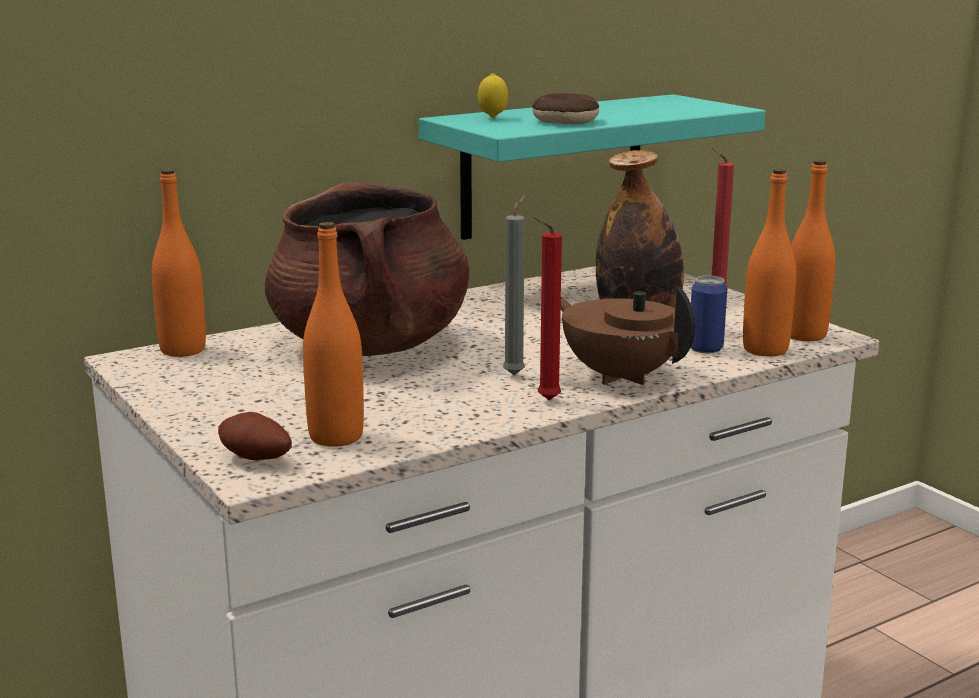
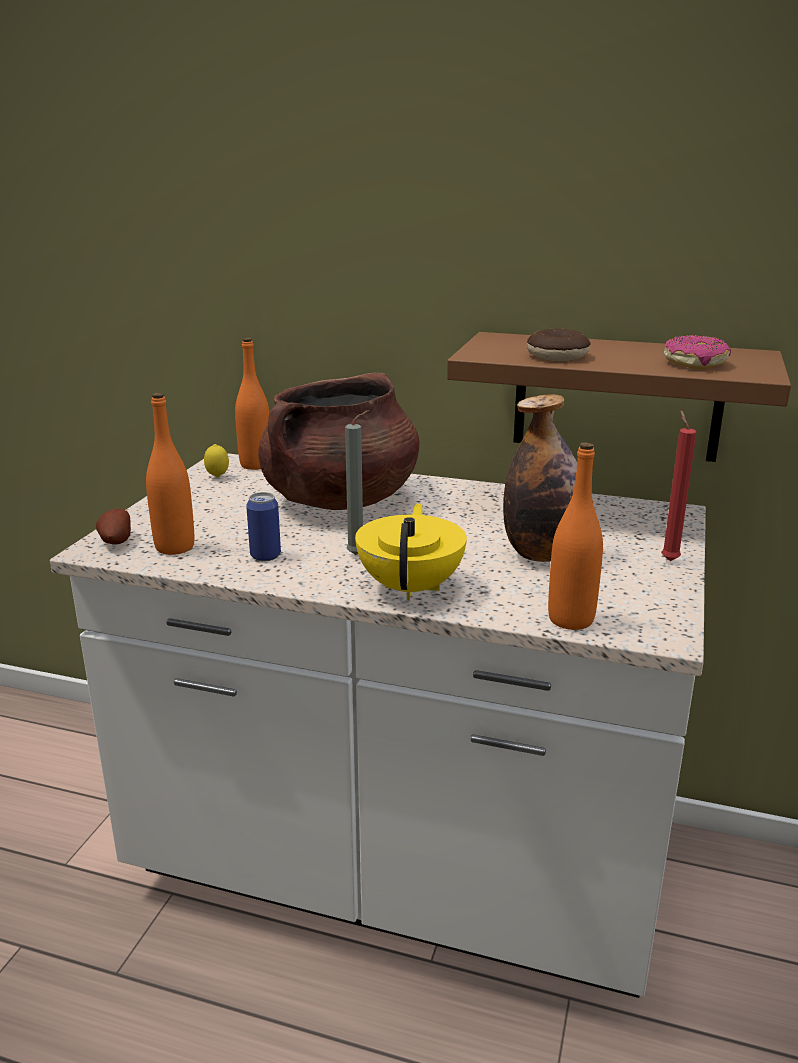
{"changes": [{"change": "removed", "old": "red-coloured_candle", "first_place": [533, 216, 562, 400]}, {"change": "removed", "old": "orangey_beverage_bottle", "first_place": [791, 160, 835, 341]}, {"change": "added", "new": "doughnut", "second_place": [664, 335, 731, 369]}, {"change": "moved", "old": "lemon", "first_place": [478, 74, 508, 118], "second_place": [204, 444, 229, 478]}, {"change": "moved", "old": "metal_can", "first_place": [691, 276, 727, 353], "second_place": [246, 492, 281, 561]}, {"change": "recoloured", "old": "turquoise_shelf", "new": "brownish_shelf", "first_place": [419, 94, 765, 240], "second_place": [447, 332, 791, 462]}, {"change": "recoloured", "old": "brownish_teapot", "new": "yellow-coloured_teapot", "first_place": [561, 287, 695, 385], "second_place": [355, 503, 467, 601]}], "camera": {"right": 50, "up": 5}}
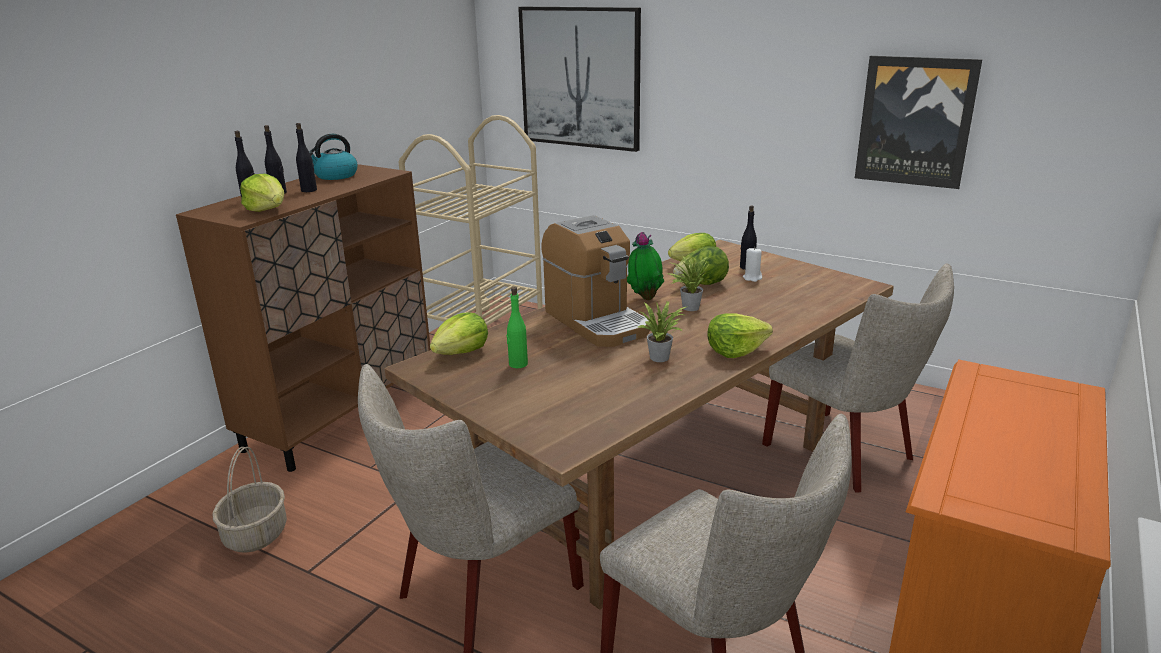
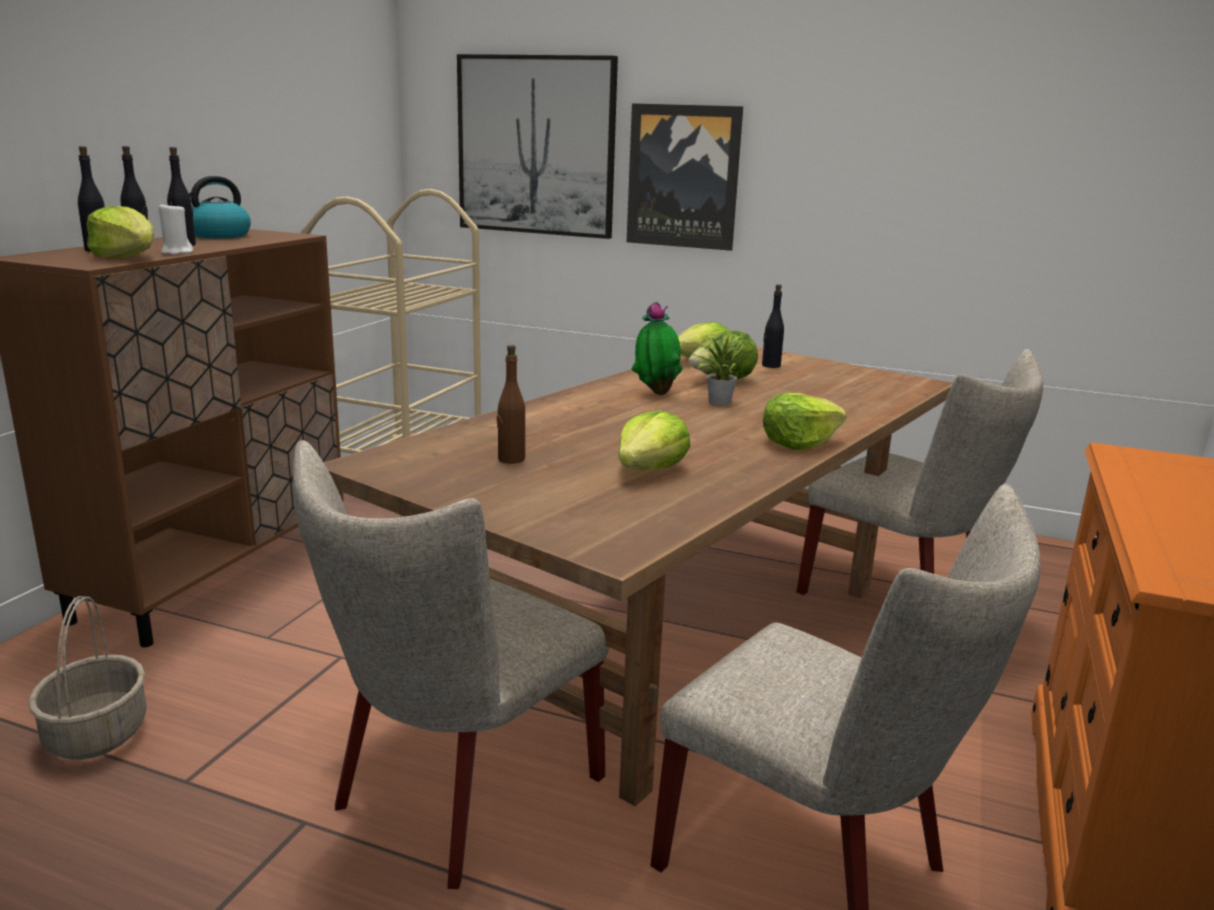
{"changes": [{"change": "removed", "old": "coffee_machine", "first_place": [541, 215, 650, 347]}, {"change": "removed", "old": "plant_in_a_pot", "first_place": [638, 300, 688, 362]}, {"change": "moved", "old": "lettuce", "first_place": [430, 312, 488, 355], "second_place": [618, 410, 691, 470]}, {"change": "moved", "old": "white_candle", "first_place": [743, 248, 762, 282], "second_place": [159, 202, 193, 255]}, {"change": "moved", "old": "picture", "first_place": [855, 56, 982, 189], "second_place": [627, 103, 743, 251]}, {"change": "recoloured", "old": "green-coloured_beverage_bottle", "new": "brownish_beverage_bottle", "first_place": [506, 287, 528, 368], "second_place": [497, 345, 525, 464]}], "camera": {"right": -10, "up": -5}}
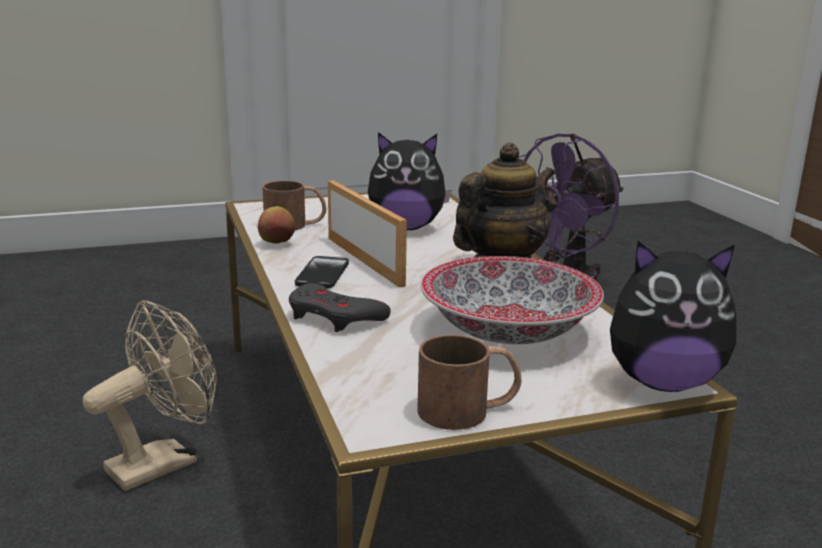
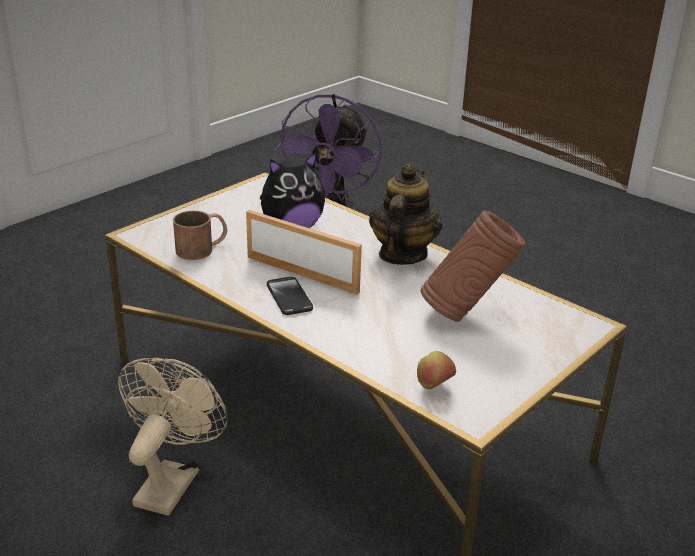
{"changes": [{"change": "removed", "old": "greyish_game_controller", "first_place": [289, 283, 391, 332]}, {"change": "removed", "old": "brownish_tea_mug", "first_place": [417, 335, 521, 430]}, {"change": "removed", "old": "cuddly_toy", "first_place": [610, 241, 736, 392]}, {"change": "moved", "old": "apple_fruit", "first_place": [258, 206, 295, 243], "second_place": [417, 351, 456, 389]}, {"change": "replaced", "old": "deep_dish", "new": "brownish_decorative_vase", "first_place": [421, 256, 604, 344], "second_place": [421, 211, 525, 322]}], "camera": {"right": -30, "up": 10}}
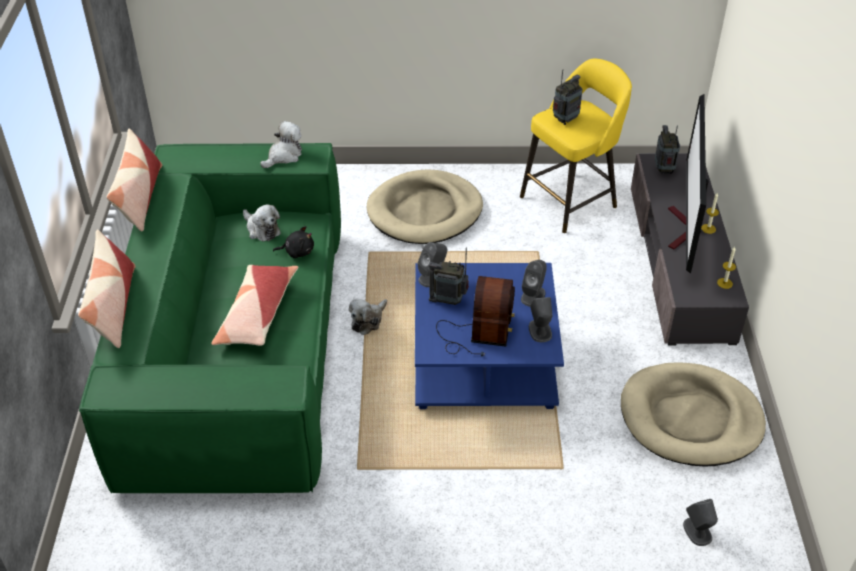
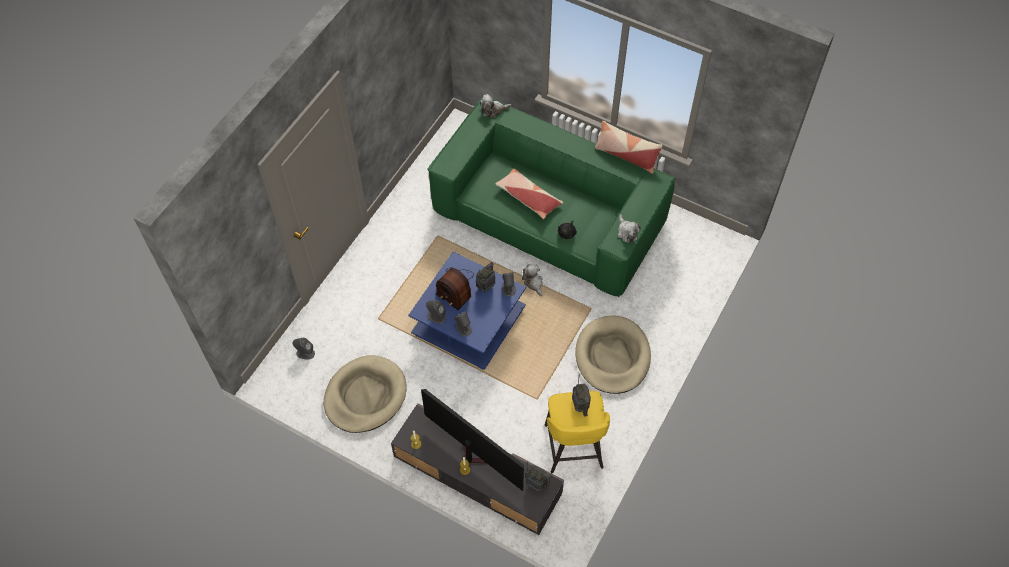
{"changes": [{"change": "removed", "old": "throw_pillow", "first_place": [78, 230, 136, 348]}, {"change": "moved", "old": "cuddly_toy", "first_place": [243, 204, 281, 241], "second_place": [480, 94, 511, 118]}], "camera": {"right": 120, "up": 15}}
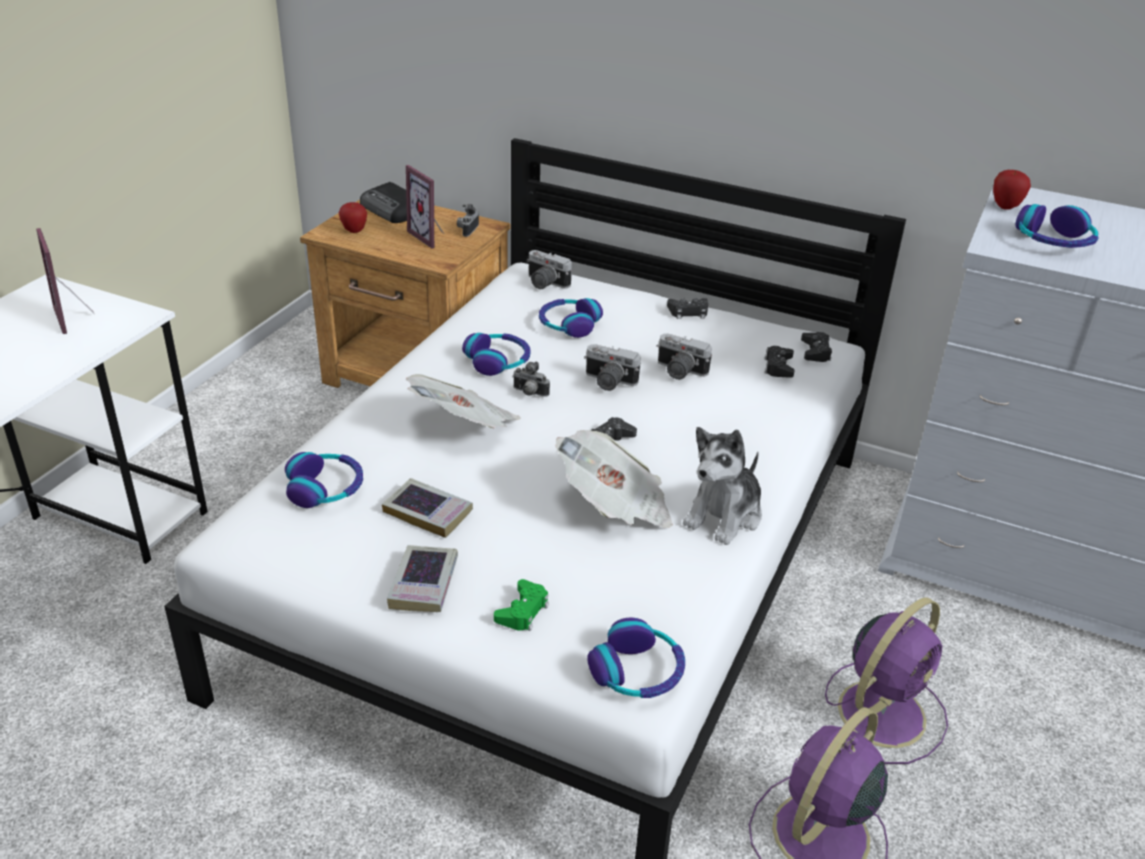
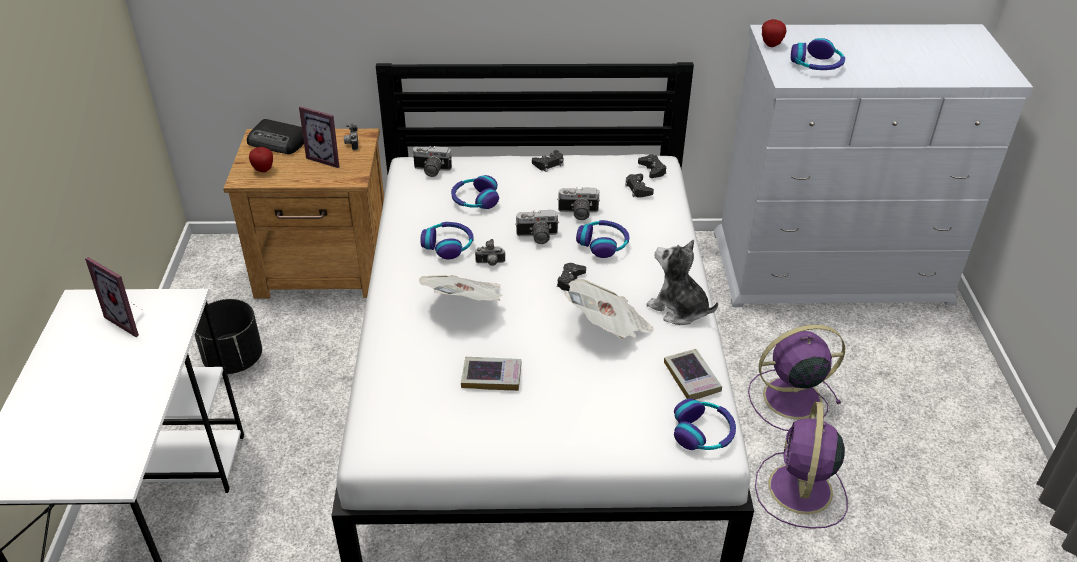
{"changes": [{"change": "removed", "old": "green-coloured_game_controller", "first_place": [494, 579, 549, 631]}, {"change": "added", "new": "black-coloured_planter", "second_place": [195, 299, 262, 374]}, {"change": "moved", "old": "headphones", "first_place": [285, 452, 363, 508], "second_place": [576, 220, 629, 258]}, {"change": "moved", "old": "volume", "first_place": [387, 545, 458, 612], "second_place": [664, 349, 722, 400]}, {"change": "turned", "old": "cuddly_toy", "first_place": [683, 427, 762, 545], "second_place": [647, 240, 718, 325], "degrees": 120}, {"change": "turned", "old": "purple-coloured_fan", "first_place": [825, 598, 948, 764], "second_place": [748, 325, 845, 431], "degrees": -120}], "camera": {"right": -25, "up": 5}}
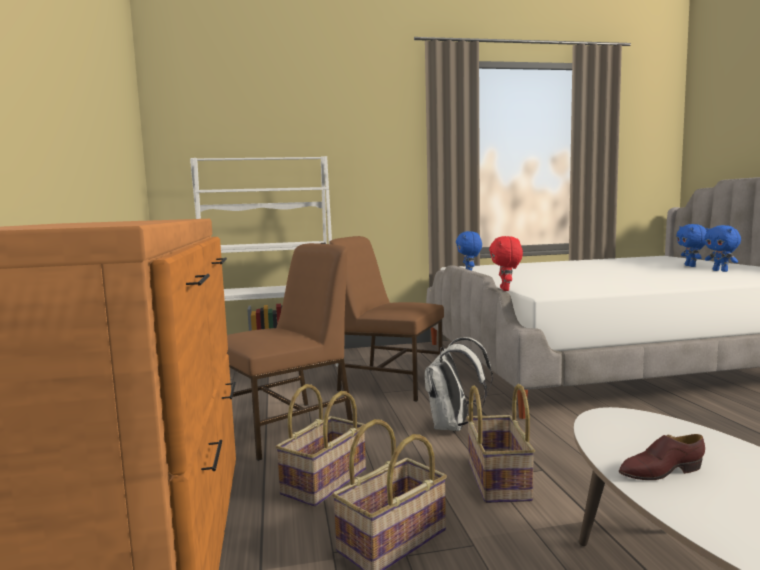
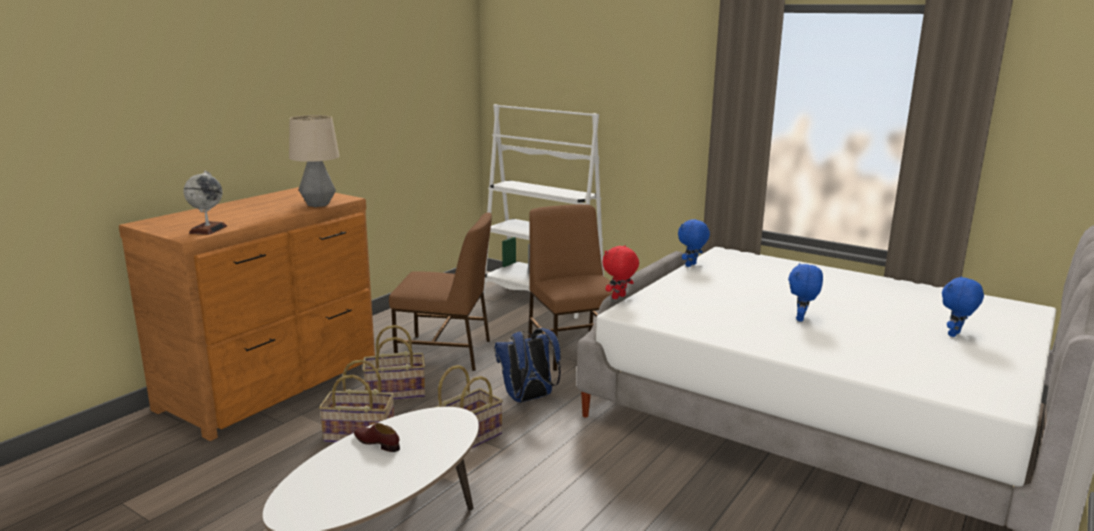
{"changes": [{"change": "added", "new": "globe", "second_place": [184, 171, 227, 235]}, {"change": "added", "new": "lamp_for_a_table", "second_place": [289, 115, 339, 207]}, {"change": "moved", "old": "blue_cuddly_toy", "first_place": [704, 225, 741, 272], "second_place": [788, 263, 823, 322]}, {"change": "recoloured", "old": "white_knapsack", "new": "blue_knapsack", "first_place": [425, 337, 493, 431], "second_place": [494, 328, 561, 402]}], "camera": {"right": 45, "up": 10}}
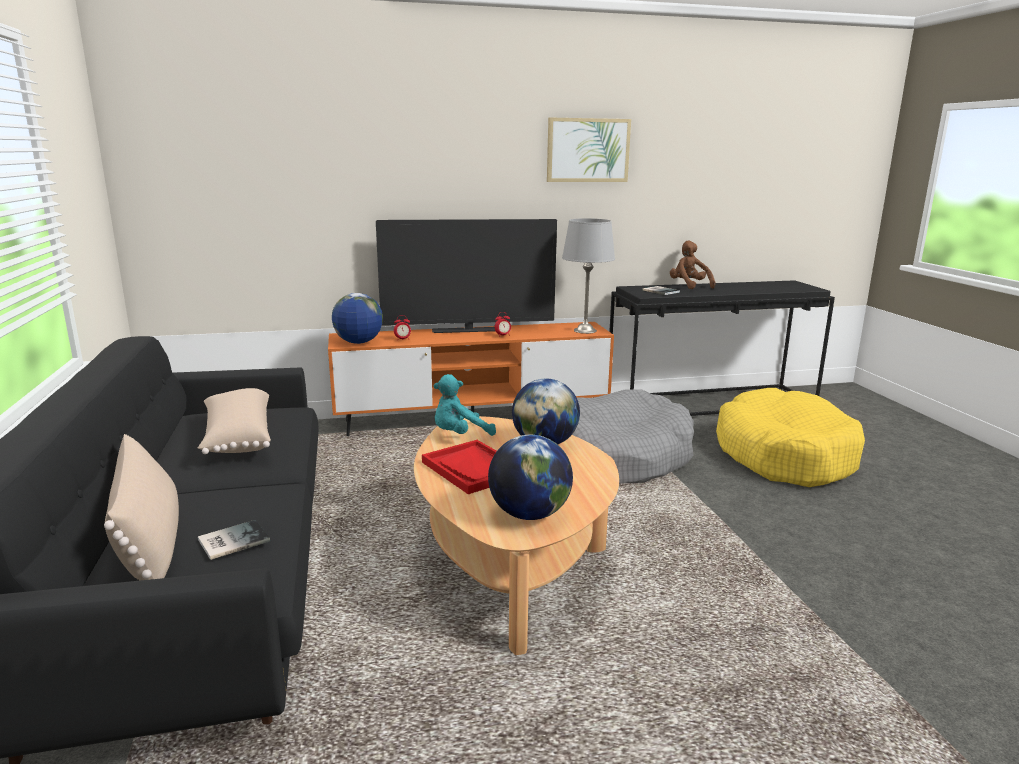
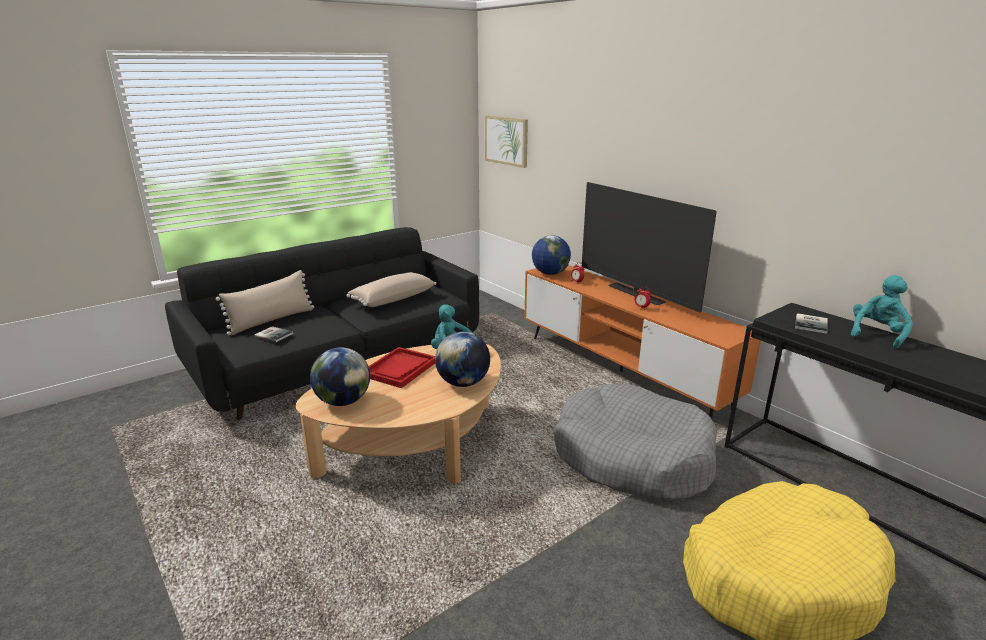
{"changes": [{"change": "removed", "old": "greyish_lamp_for_a_table", "first_place": [562, 218, 615, 334]}, {"change": "moved", "old": "picture", "first_place": [547, 118, 631, 182], "second_place": [485, 115, 528, 168]}, {"change": "recoloured", "old": "brownish_cuddly_toy", "new": "turquoise_cuddly_toy", "first_place": [670, 241, 715, 289], "second_place": [851, 275, 913, 349]}], "camera": {"right": 65, "up": 5}}
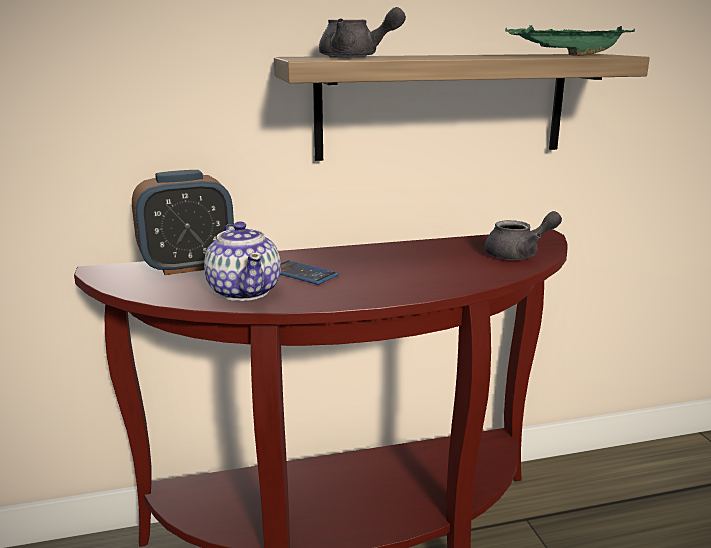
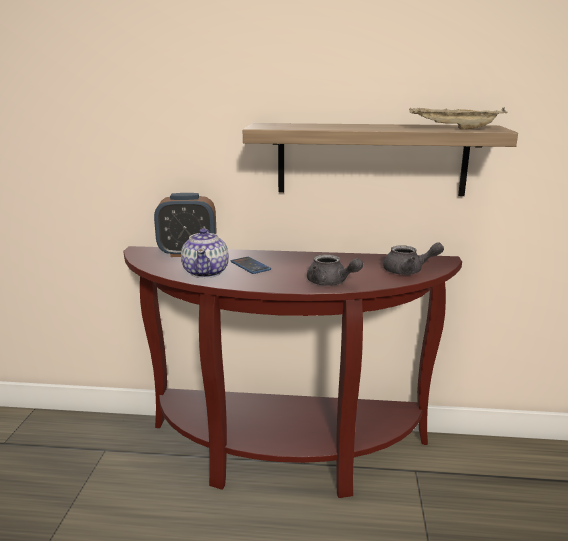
{"changes": [{"change": "moved", "old": "greyish_teapot", "first_place": [319, 7, 406, 58], "second_place": [307, 254, 363, 286]}, {"change": "recoloured", "old": "green-coloured_serving_tray", "new": "beige_serving_tray", "first_place": [505, 25, 635, 56], "second_place": [409, 107, 508, 129]}], "camera": {"right": 20, "up": 0}}
